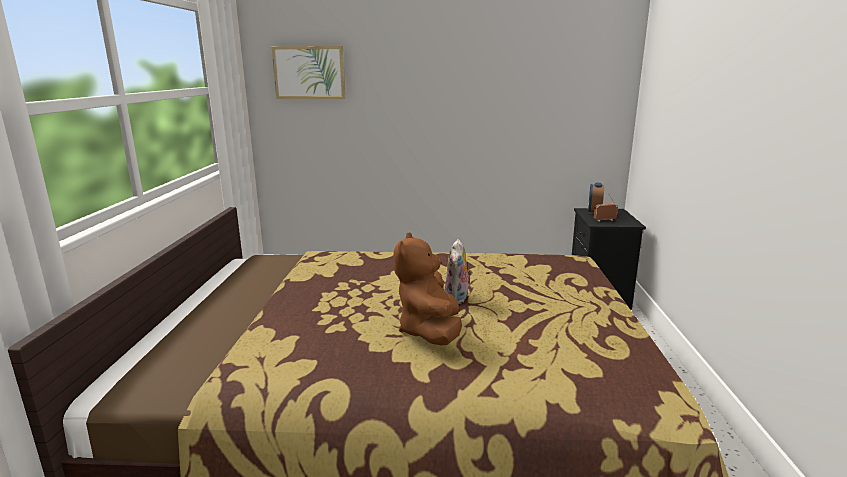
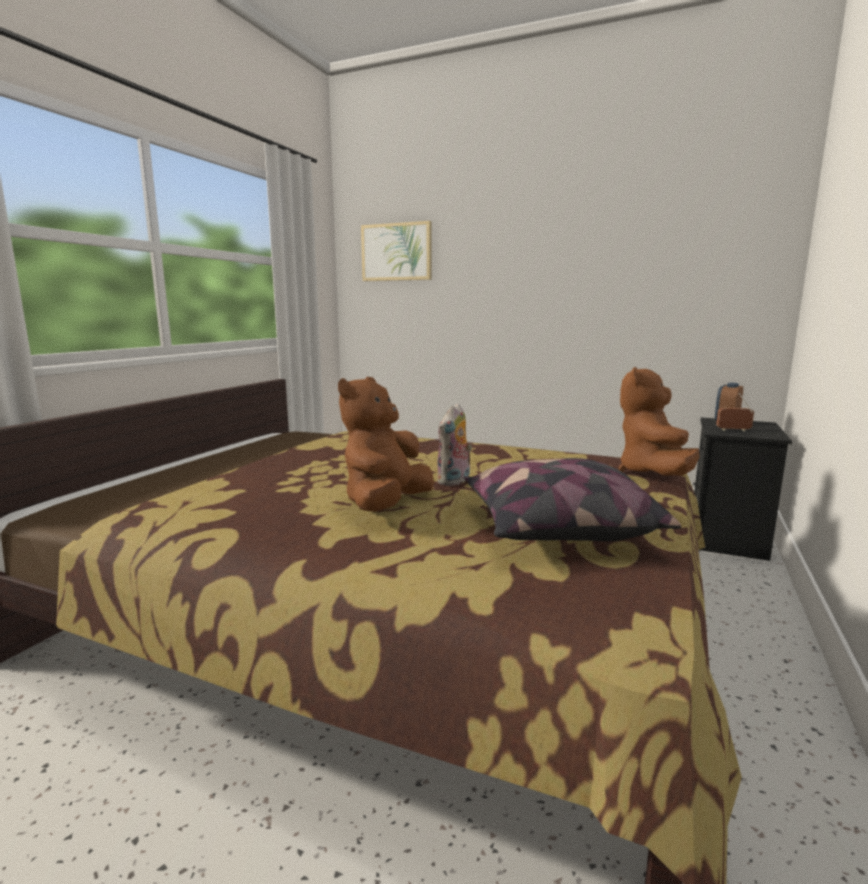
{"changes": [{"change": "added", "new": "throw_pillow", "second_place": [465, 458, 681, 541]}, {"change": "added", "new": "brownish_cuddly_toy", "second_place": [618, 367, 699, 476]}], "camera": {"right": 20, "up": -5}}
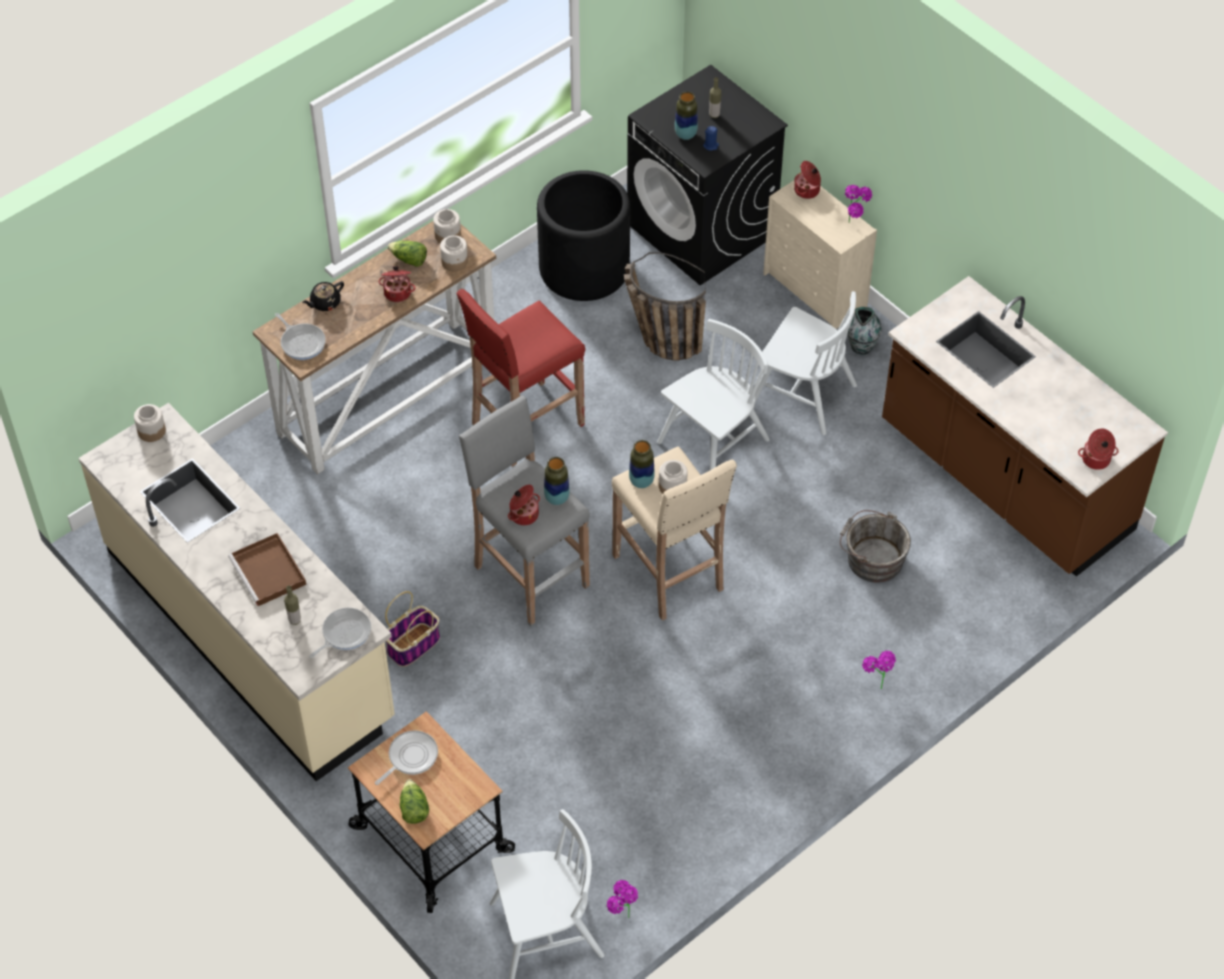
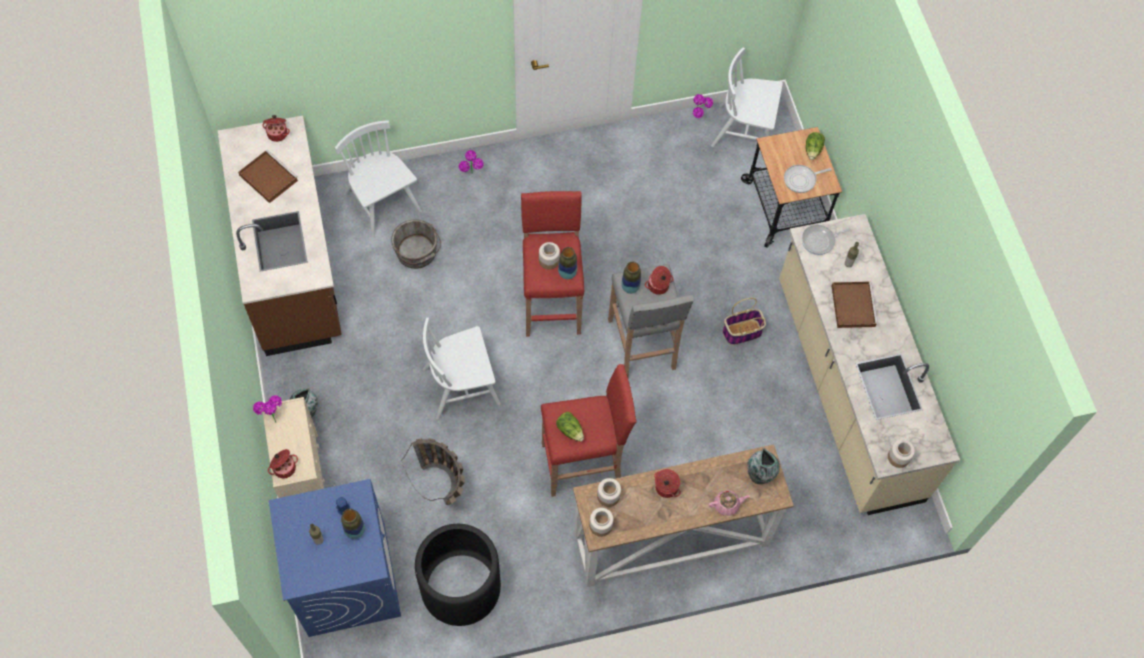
{"changes": [{"change": "added", "new": "brownish_serving_tray", "second_place": [238, 150, 298, 203]}, {"change": "moved", "old": "lettuce", "first_place": [388, 240, 427, 267], "second_place": [556, 412, 584, 442]}, {"change": "moved", "old": "white_upright_chair", "first_place": [755, 291, 857, 435], "second_place": [335, 120, 422, 238]}, {"change": "replaced", "old": "frying_pan", "new": "decorative_vase", "first_place": [275, 313, 326, 360], "second_place": [747, 448, 780, 484]}, {"change": "recoloured", "old": "black-coloured_teapot", "new": "pink_teapot", "first_place": [302, 281, 344, 311], "second_place": [708, 490, 750, 516]}, {"change": "recoloured", "old": "beige_stool", "new": "red-coloured_stool", "first_place": [612, 446, 737, 621], "second_place": [521, 191, 584, 337]}, {"change": "recoloured", "old": "black-coloured_washing_machine", "new": "blue_washing_machine", "first_place": [627, 65, 788, 285], "second_place": [269, 479, 401, 637]}], "camera": {"right": -155, "up": 10}}
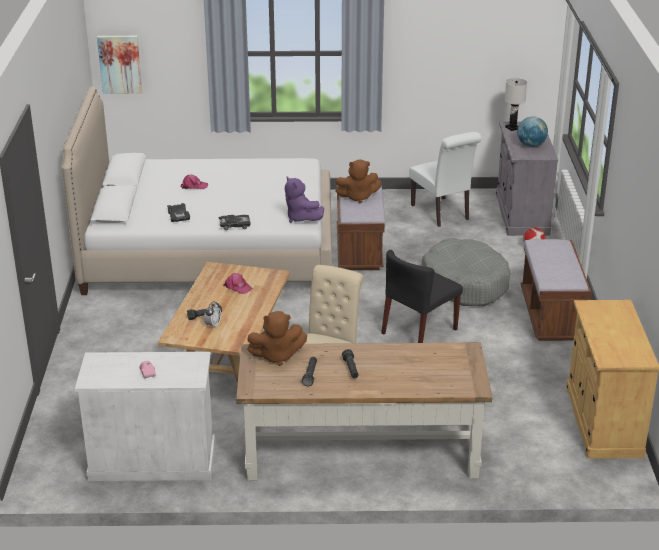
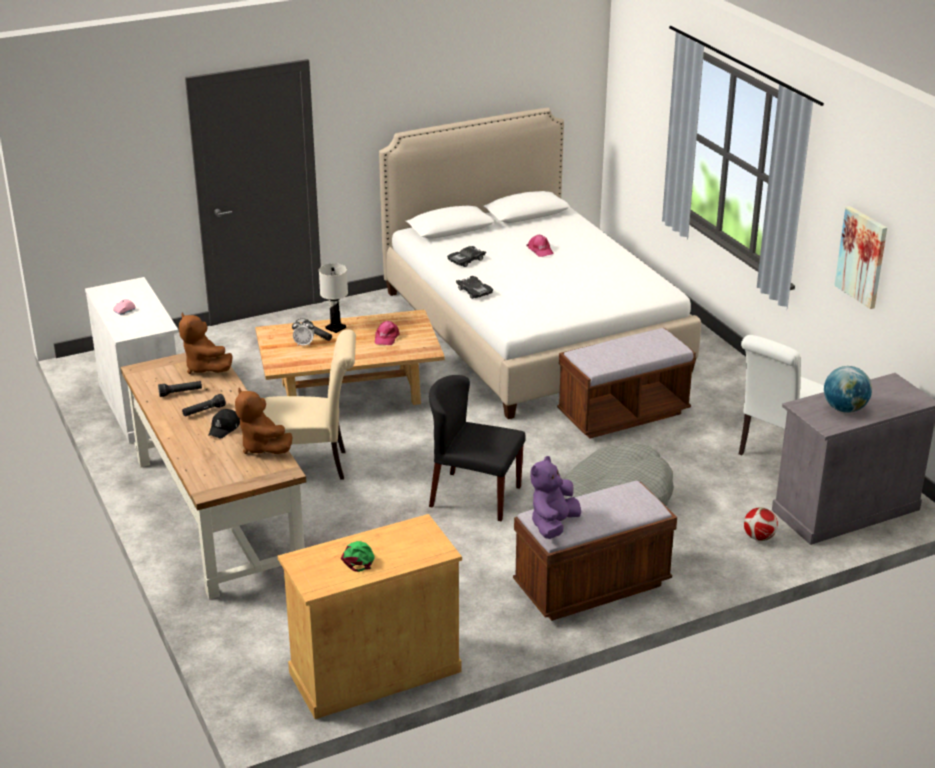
{"changes": [{"change": "added", "new": "black-coloured_baseball_cap", "second_place": [209, 409, 240, 439]}, {"change": "added", "new": "green-coloured_baseball_cap", "second_place": [341, 541, 375, 572]}, {"change": "moved", "old": "picture", "first_place": [97, 36, 142, 94], "second_place": [834, 206, 887, 309]}, {"change": "moved", "old": "purple-coloured_cuddly_toy", "first_place": [285, 177, 324, 223], "second_place": [530, 456, 581, 539]}, {"change": "moved", "old": "brownish_cuddly_toy", "first_place": [335, 159, 382, 203], "second_place": [235, 388, 293, 454]}, {"change": "moved", "old": "white_lamp_for_a_table", "first_place": [505, 78, 527, 131], "second_place": [319, 263, 348, 333]}], "camera": {"right": 65, "up": 0}}
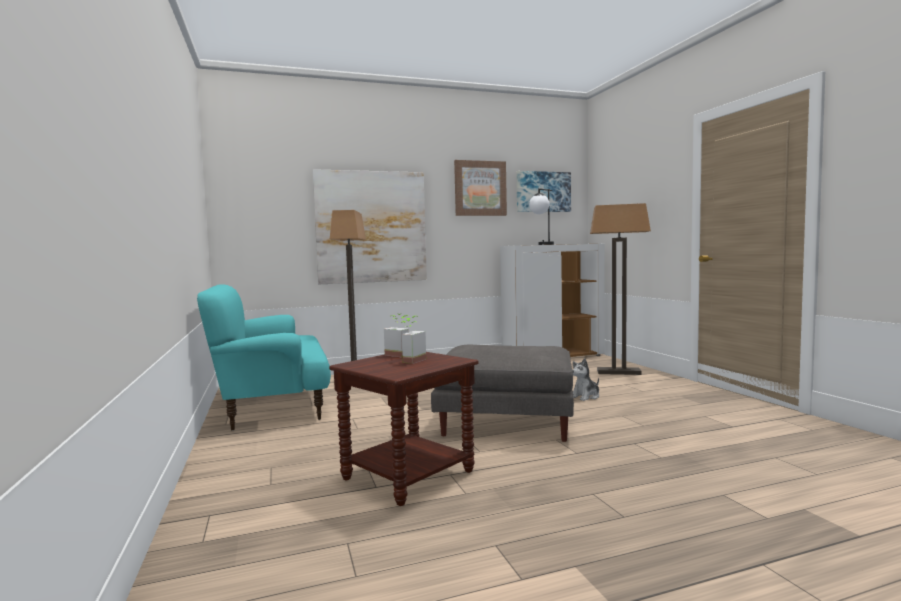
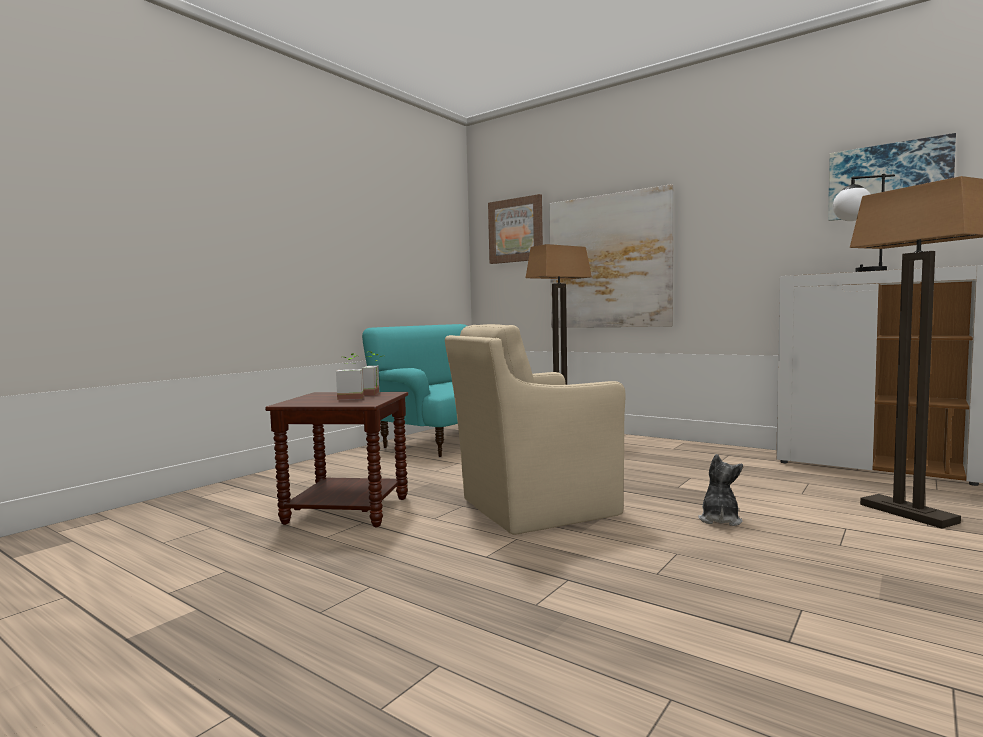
{"changes": [{"change": "moved", "old": "picture", "first_place": [454, 160, 507, 216], "second_place": [488, 194, 543, 264]}, {"change": "replaced", "old": "greyish_ottoman", "new": "beige_easy_chair", "first_place": [431, 344, 574, 442], "second_place": [445, 324, 625, 535]}, {"change": "turned", "old": "cuddly_toy", "first_place": [572, 358, 599, 401], "second_place": [698, 454, 743, 526], "degrees": 90}], "camera": {"right": 55, "up": 0}}
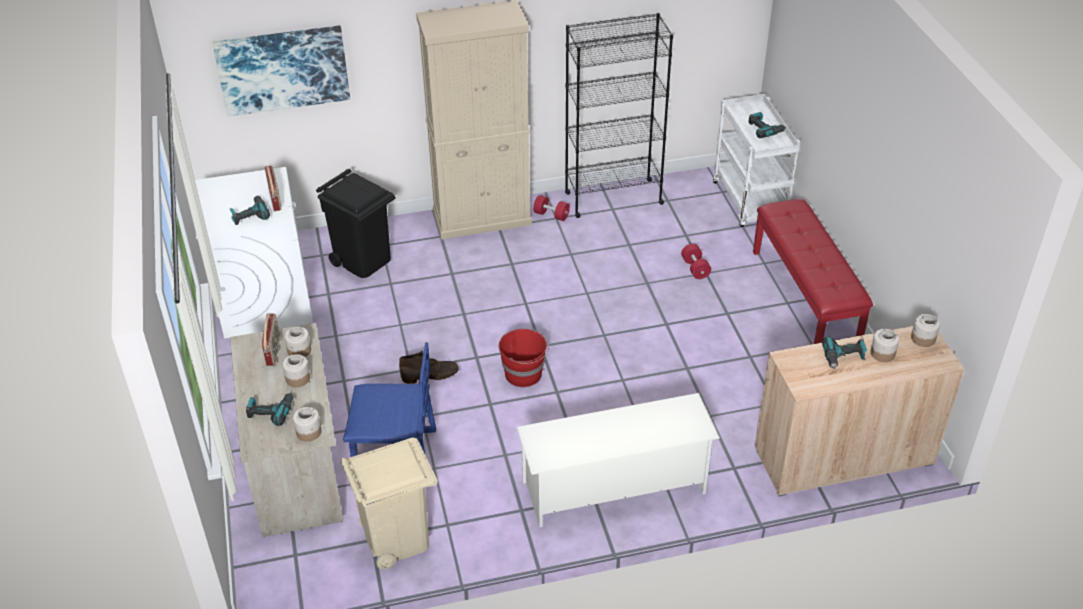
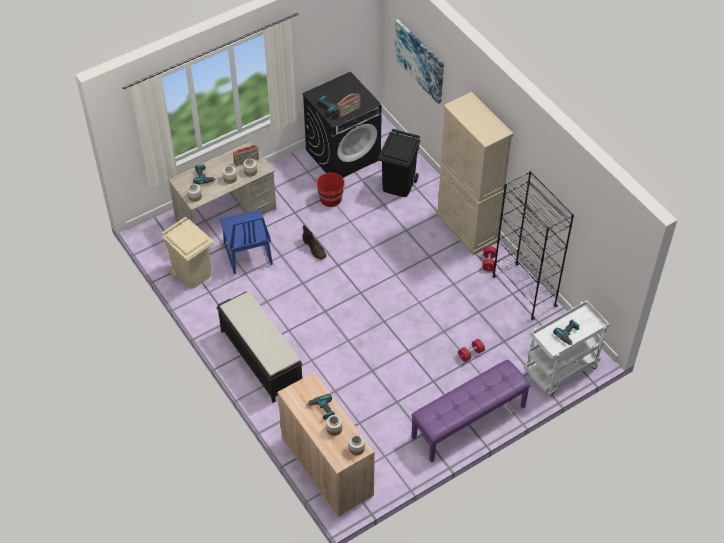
{"changes": [{"change": "moved", "old": "red-coloured_water_bucket", "first_place": [499, 329, 549, 387], "second_place": [316, 173, 345, 207]}, {"change": "replaced", "old": "white_shoe_stand", "new": "black-coloured_bench", "first_place": [517, 393, 720, 527], "second_place": [216, 291, 303, 403]}, {"change": "recoloured", "old": "white_washing_machine", "new": "black-coloured_washing_machine", "first_place": [195, 167, 313, 339], "second_place": [302, 72, 382, 178]}, {"change": "recoloured", "old": "red-coloured_bench", "new": "purple-coloured_bench", "first_place": [753, 199, 873, 344], "second_place": [411, 360, 530, 463]}], "camera": {"right": 70, "up": 10}}
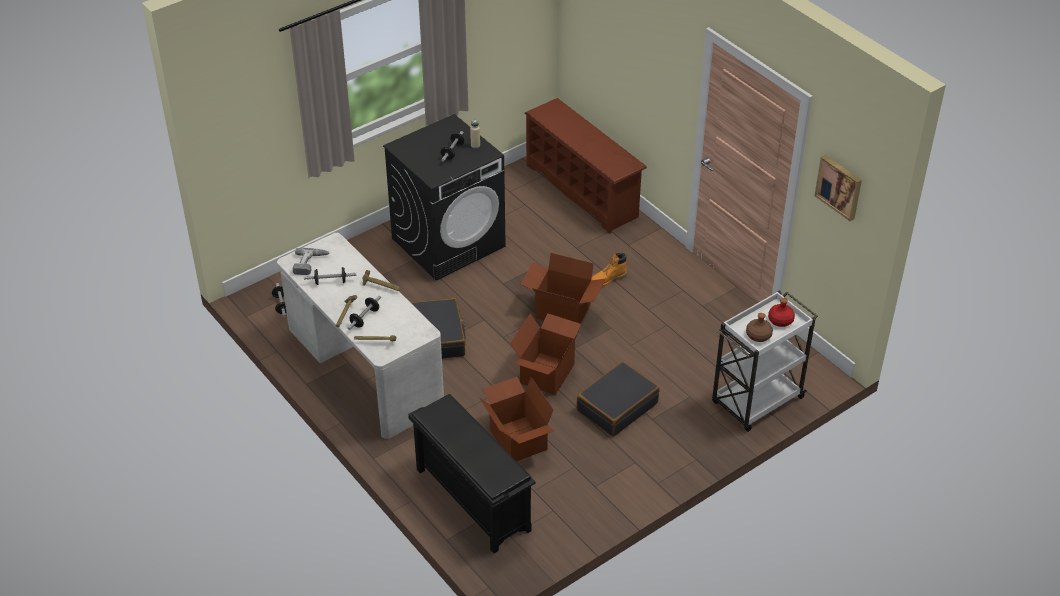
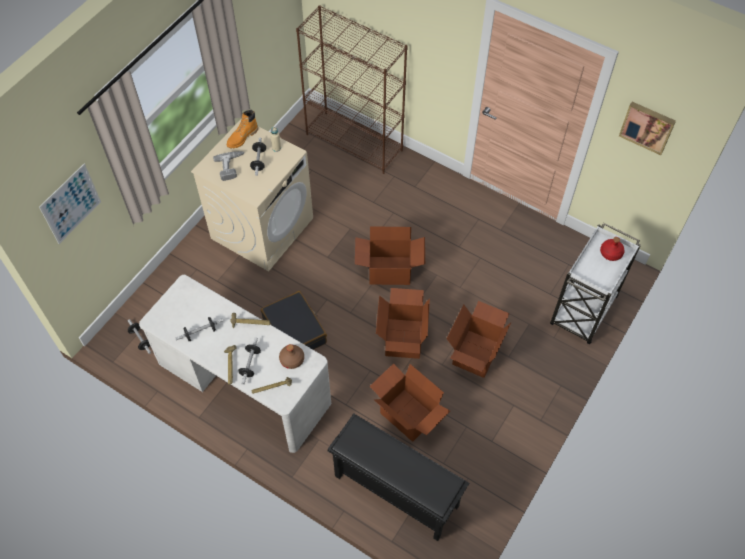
{"changes": [{"change": "added", "new": "picture", "second_place": [39, 164, 101, 244]}, {"change": "moved", "old": "drill", "first_place": [293, 248, 329, 275], "second_place": [213, 151, 244, 181]}, {"change": "moved", "old": "orangey_tall_boot", "first_place": [591, 253, 627, 287], "second_place": [227, 110, 258, 148]}, {"change": "moved", "old": "brownish_beverage_bottle", "first_place": [746, 313, 773, 342], "second_place": [279, 344, 304, 369]}, {"change": "replaced", "old": "brownish_shoe_stand", "new": "brownish_bookshelf", "first_place": [525, 98, 647, 234], "second_place": [296, 5, 408, 174]}, {"change": "replaced", "old": "black-coloured_suitcase", "new": "packing_box", "first_place": [577, 362, 660, 437], "second_place": [446, 301, 511, 378]}, {"change": "recoloured", "old": "black-coloured_washing_machine", "new": "beige_washing_machine", "first_place": [383, 114, 506, 281], "second_place": [191, 119, 313, 271]}], "camera": {"right": -20, "up": 15}}
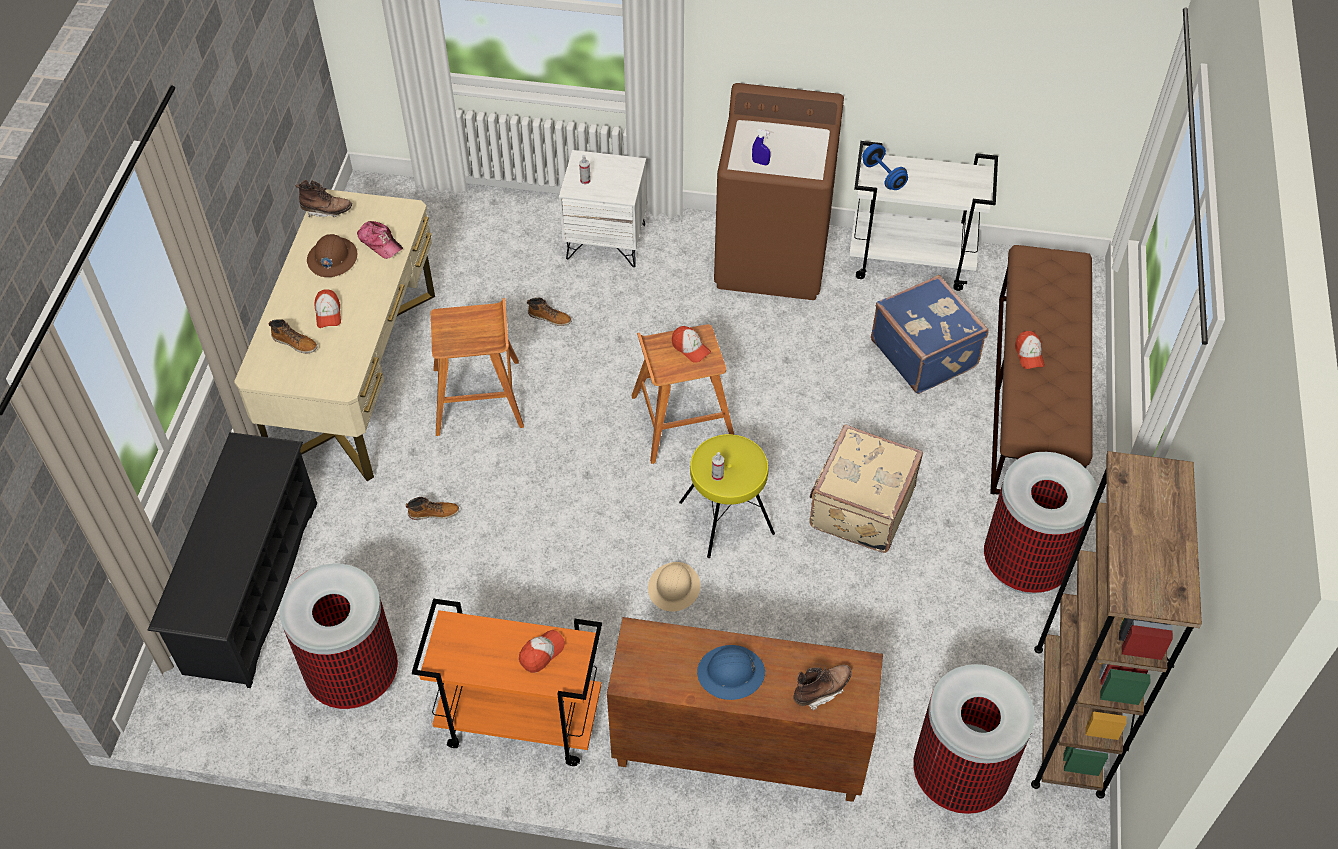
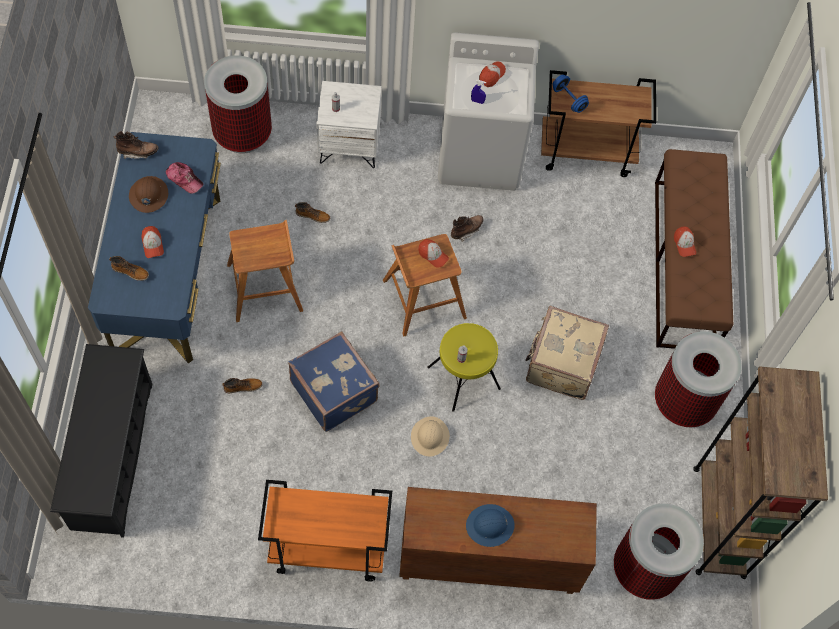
{"changes": [{"change": "moved", "old": "rubbish_bin", "first_place": [280, 564, 398, 709], "second_place": [204, 55, 272, 154]}, {"change": "moved", "old": "baseball_cap", "first_place": [519, 630, 565, 673], "second_place": [479, 61, 506, 87]}, {"change": "moved", "old": "brownish_tall_boot", "first_place": [793, 665, 852, 711], "second_place": [451, 215, 484, 242]}, {"change": "moved", "old": "blue_suitcase", "first_place": [871, 275, 989, 394], "second_place": [288, 331, 379, 432]}, {"change": "recoloured", "old": "beige_desk_unit", "new": "blue_desk_unit", "first_place": [234, 189, 435, 481], "second_place": [88, 132, 221, 363]}, {"change": "recoloured", "old": "brownish_washing_machine", "new": "white_washing_machine", "first_place": [714, 83, 844, 300], "second_place": [438, 32, 539, 191]}, {"change": "recoloured", "old": "white_wheeled_cart", "new": "brownish_wheeled_cart", "first_place": [849, 141, 998, 291], "second_place": [541, 70, 656, 177]}], "camera": {"right": -10, "up": 10}}
